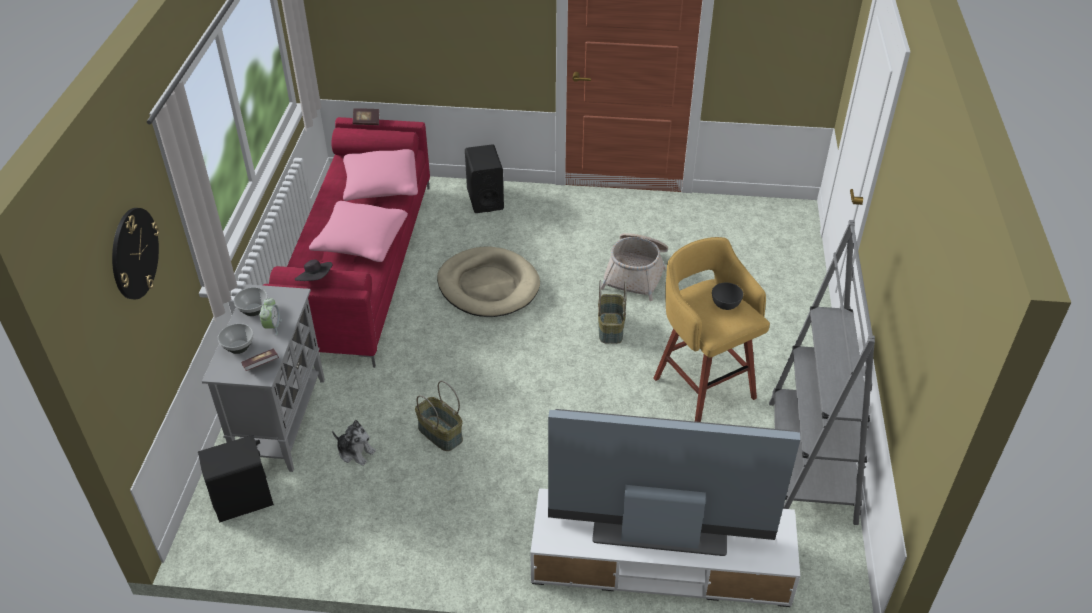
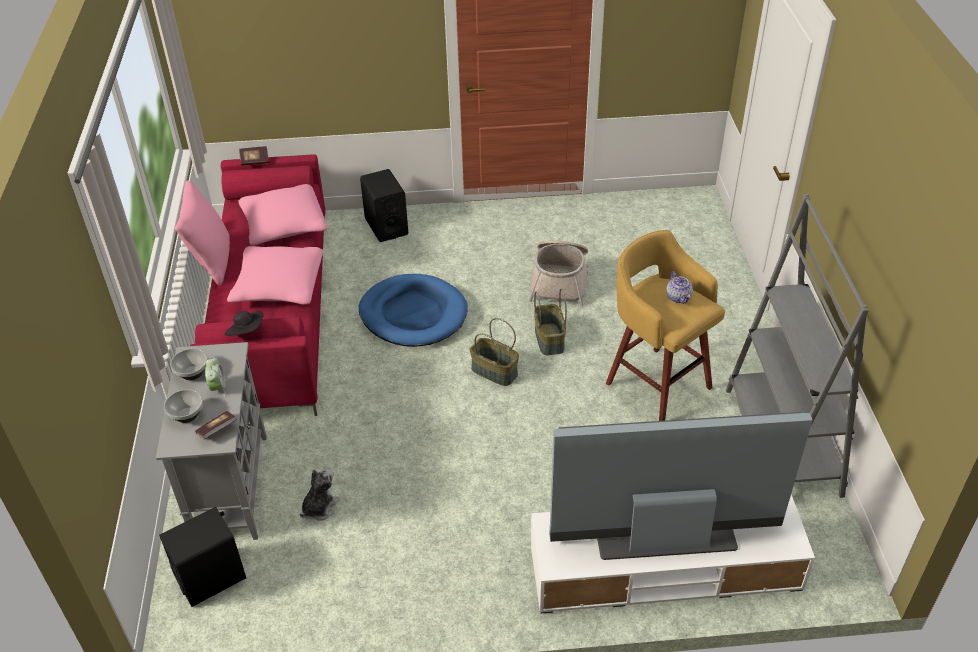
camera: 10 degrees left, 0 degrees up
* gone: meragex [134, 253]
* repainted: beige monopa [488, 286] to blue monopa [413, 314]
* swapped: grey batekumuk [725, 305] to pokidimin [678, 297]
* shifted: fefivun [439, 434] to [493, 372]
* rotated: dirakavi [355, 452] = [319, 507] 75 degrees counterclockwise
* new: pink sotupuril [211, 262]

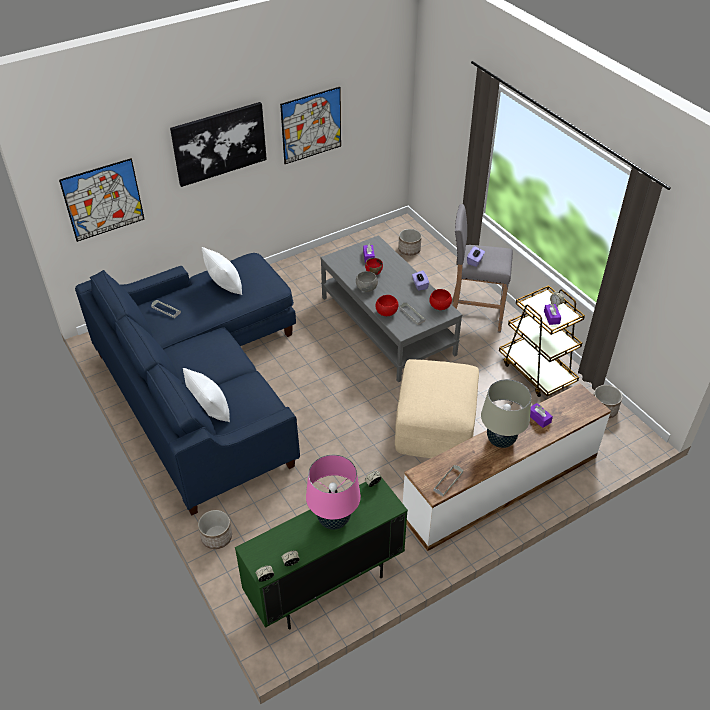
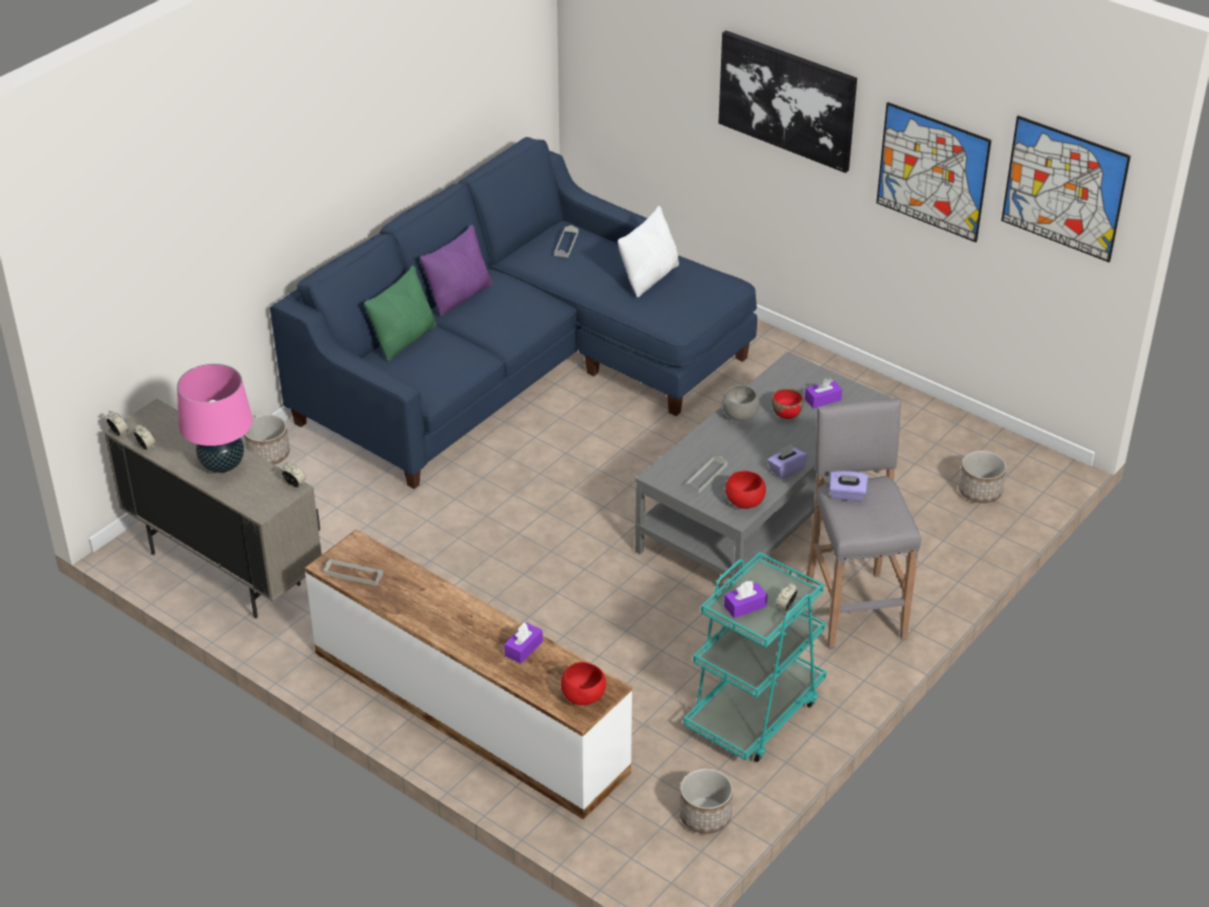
camera: 70 degrees right, 5 degrees down
* shifted: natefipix [103, 200] to [1064, 188]
* repainted: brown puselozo [536, 371] to turquoise puselozo [754, 712]
* shifted: red batekumuk [386, 312] to [583, 696]
* gone: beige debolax [435, 423]
* repainted: white sotupuril [210, 409] to green sotupuril [404, 339]
* gone: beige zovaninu [500, 440]
* repainted: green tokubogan [325, 586] to beige tokubogan [224, 569]
* new: purple sotupuril [459, 296]

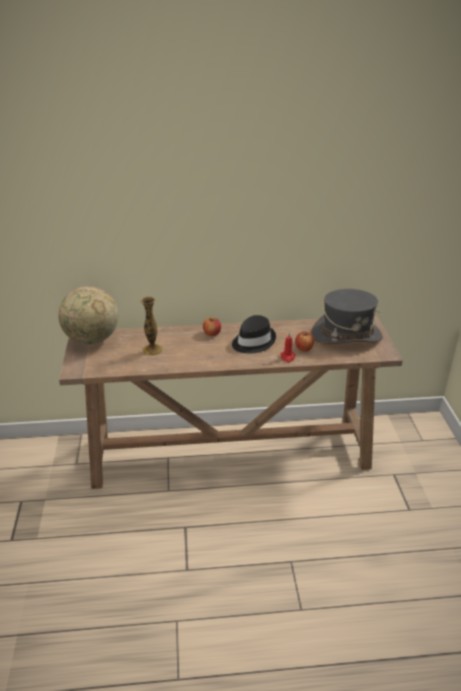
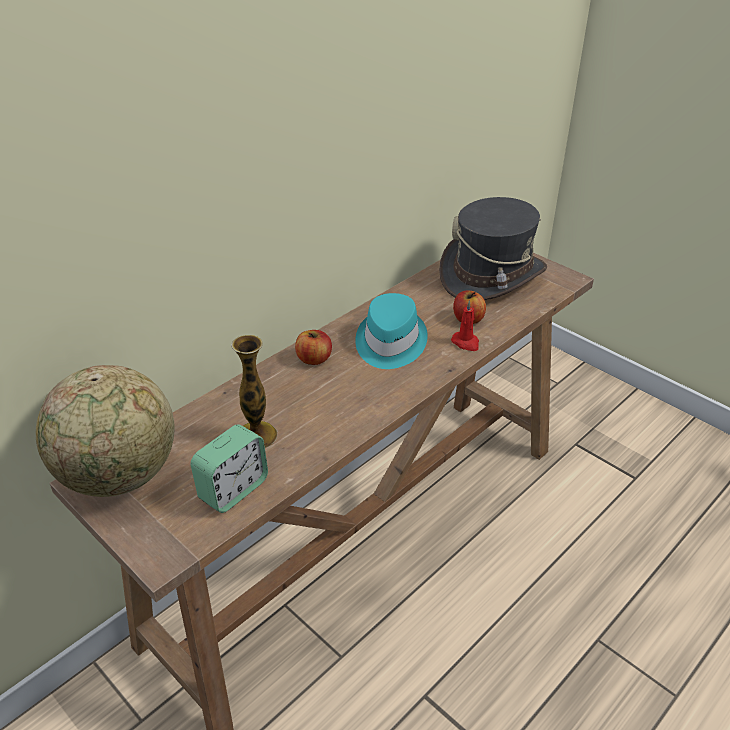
camera: 40 degrees left, 5 degrees up
* repainted: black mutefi [253, 341] to turquoise mutefi [389, 342]
* new: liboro [233, 490]

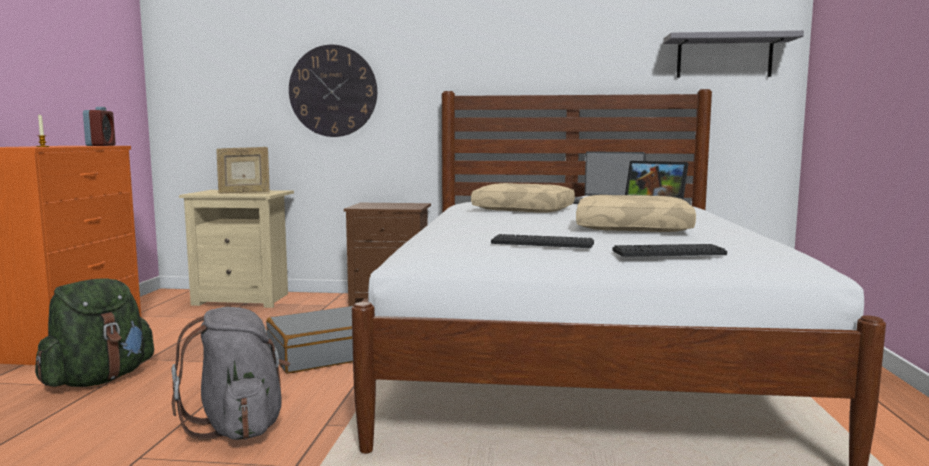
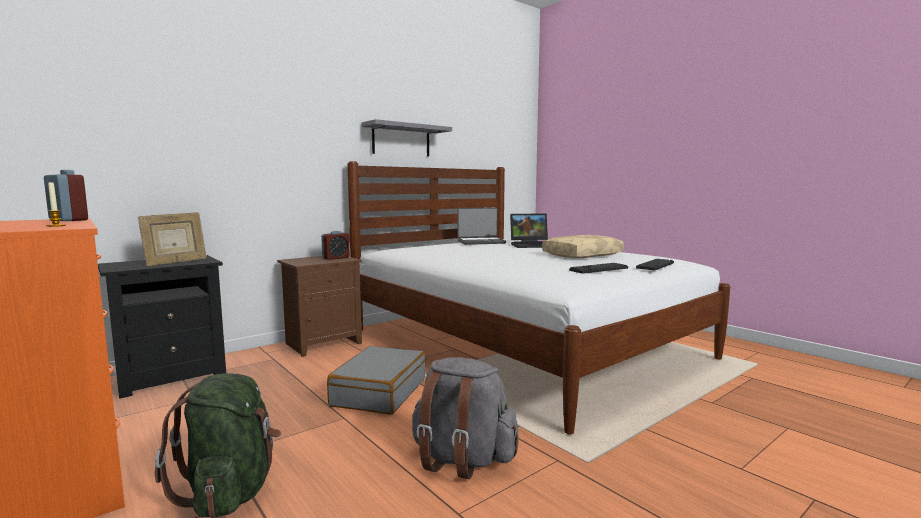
camera: 45 degrees left, 0 degrees up
* shifted: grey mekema [724, 57] to [401, 140]
* gone: meragex [333, 91]
* gone: beige sotupuril [524, 210]
* repainted: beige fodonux [245, 299] to black fodonux [171, 376]
* new: liboro [336, 258]

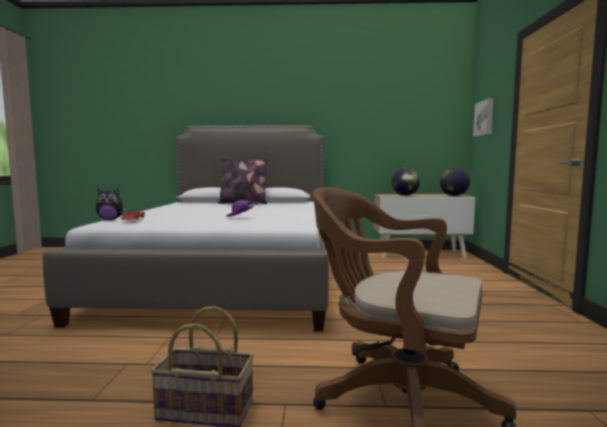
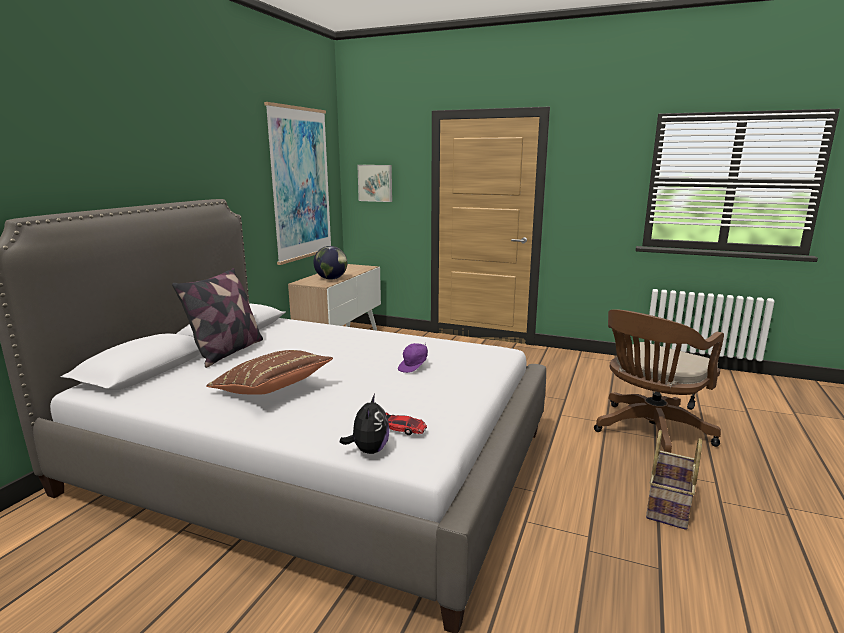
camera: 70 degrees left, 10 degrees up
* gone: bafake [453, 195]
* new: natefipix [300, 184]
* new: brown sotupuril [272, 389]

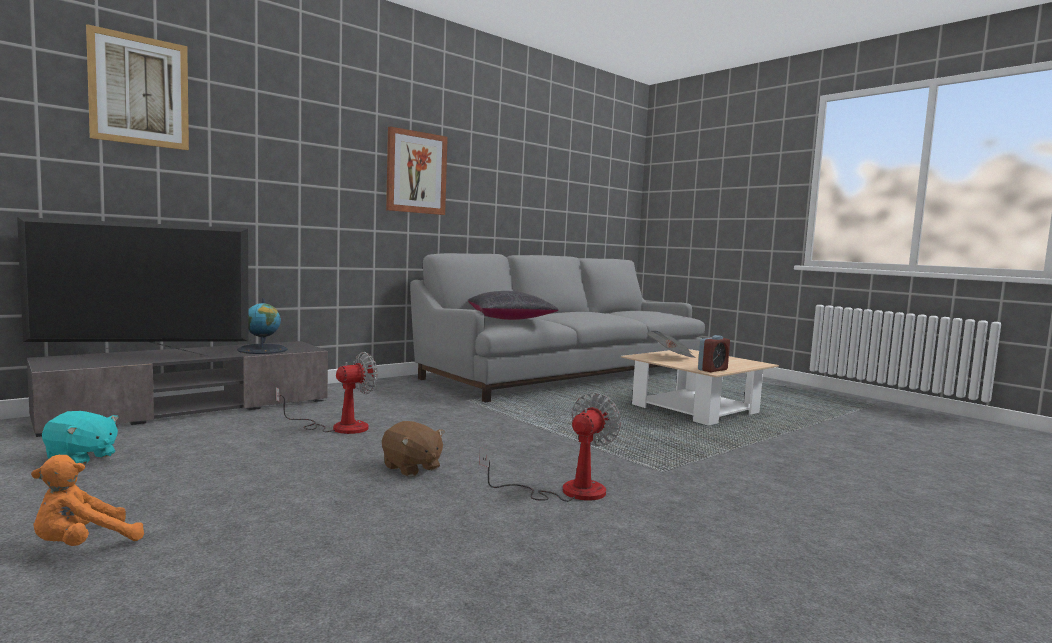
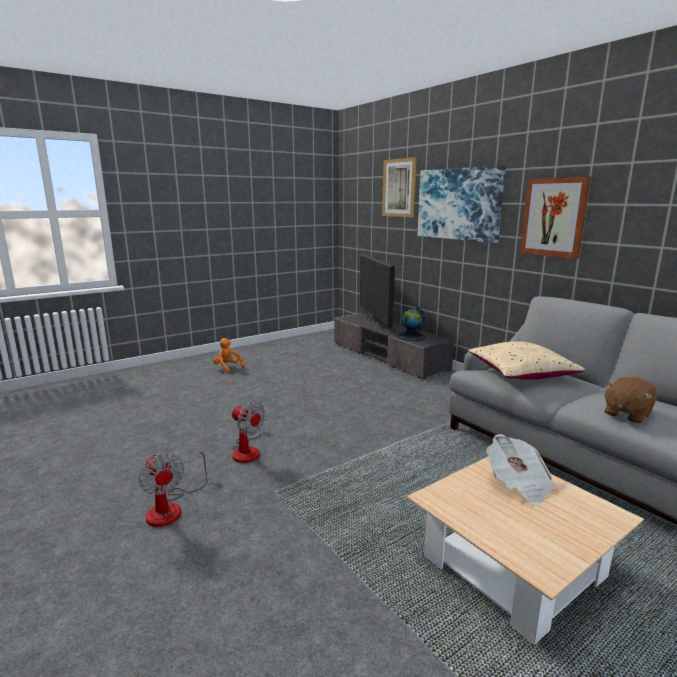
camera: 95 degrees right, 10 degrees up
* repainted: black sotupuril [510, 319] to beige sotupuril [521, 373]
* gone: liboro [712, 370]
* shifted: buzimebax [338, 427] to [172, 507]
* gone: turquoise dirakavi [81, 458]
* shifted: brown dirakavi [411, 468] to [626, 414]
* new: natefipix [458, 204]

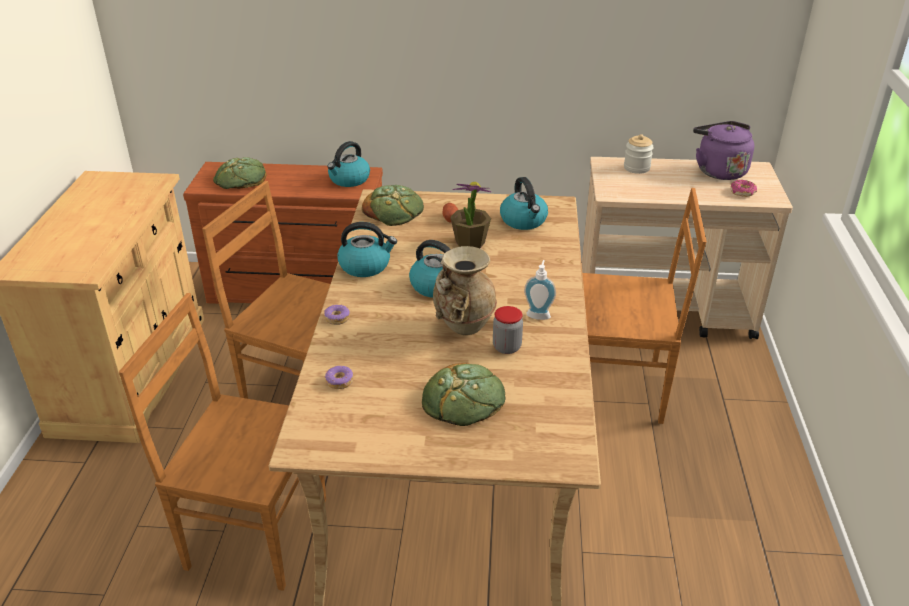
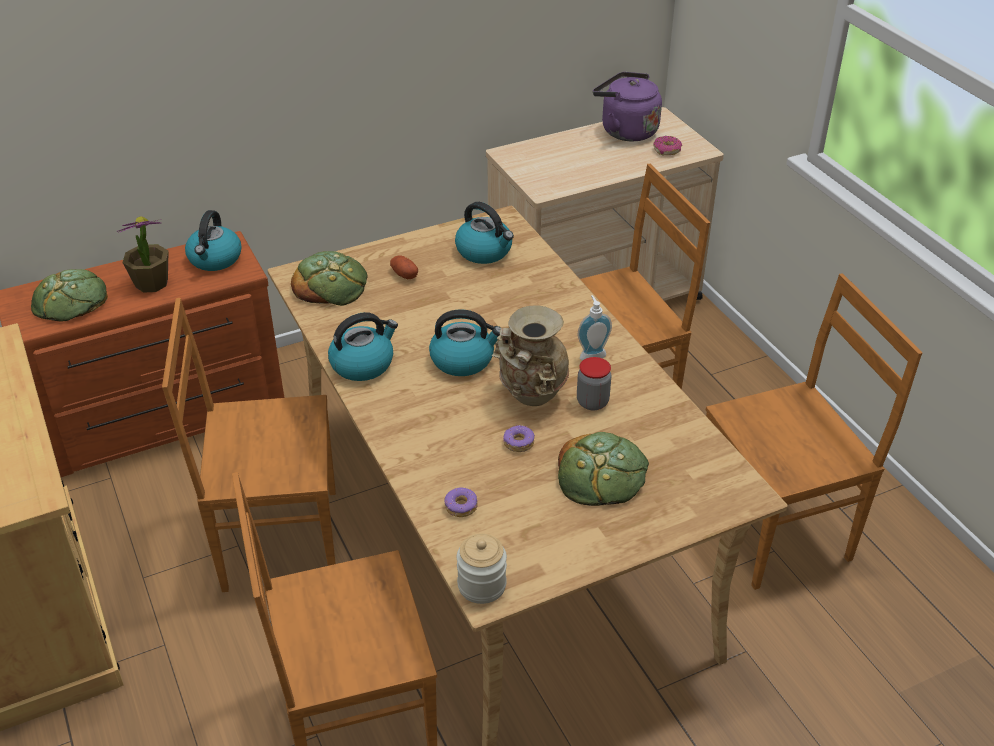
camera: 30 degrees left, 5 degrees up
* shifted: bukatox [636, 168] to [482, 585]
* shifted: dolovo [470, 242] to [151, 283]
* shifted: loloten [337, 318] to [518, 443]
* new: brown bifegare [776, 529]

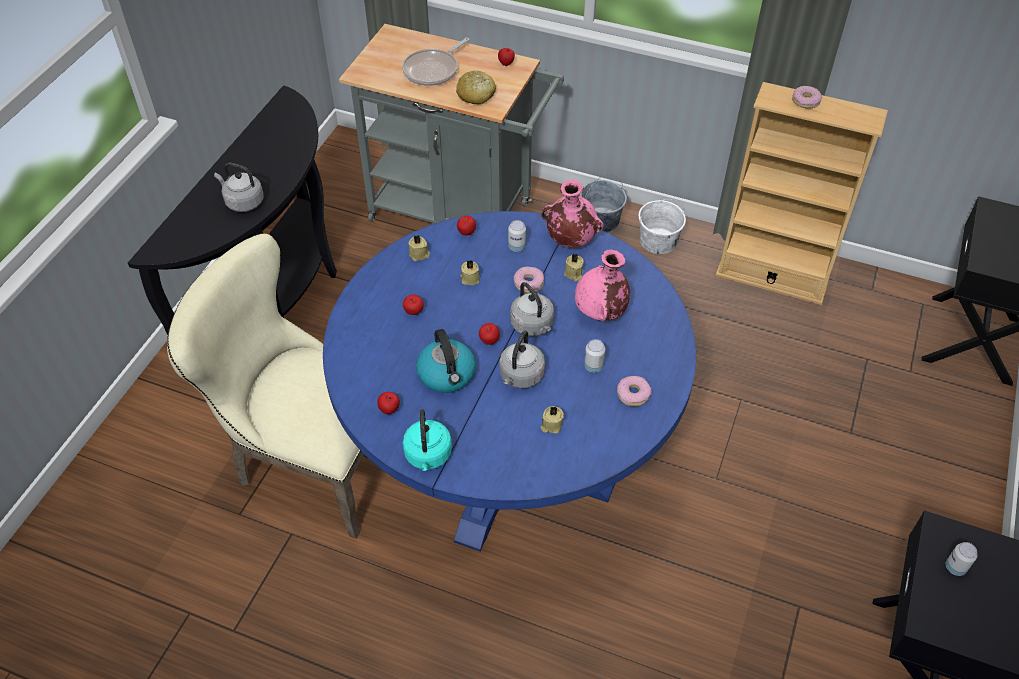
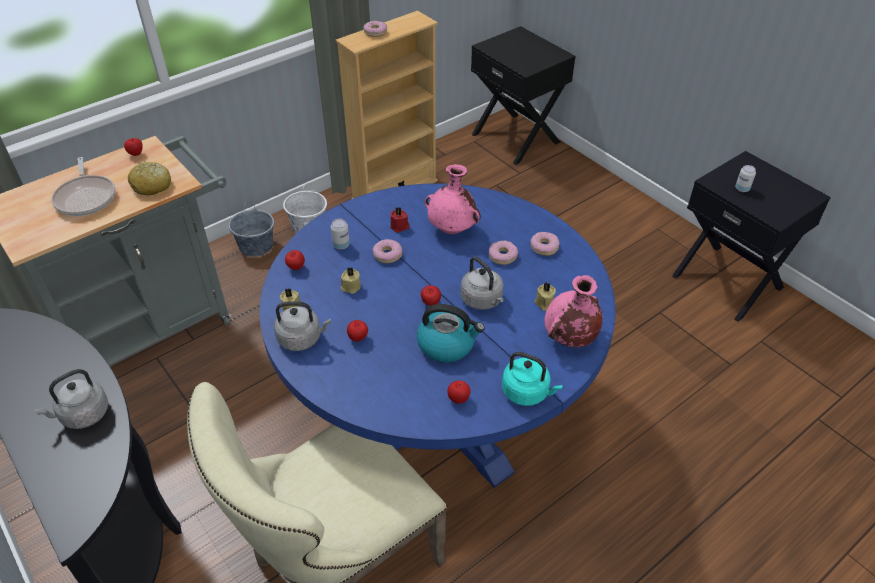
camera: 60 degrees left, 5 degrees down
* shifted: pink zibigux [570, 239] to [569, 338]
* repainted: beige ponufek [573, 274] to red ponufek [400, 227]
* shifted: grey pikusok [533, 326] to [302, 338]
* swapped: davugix [593, 366] to loloten [502, 256]

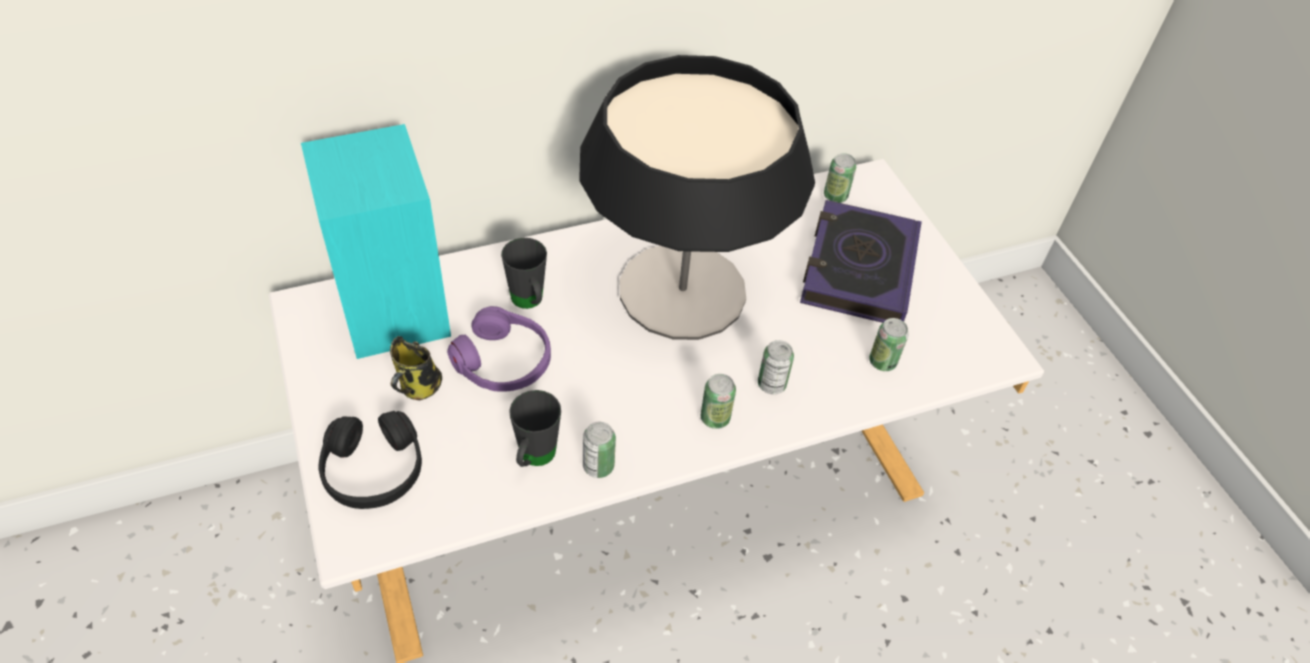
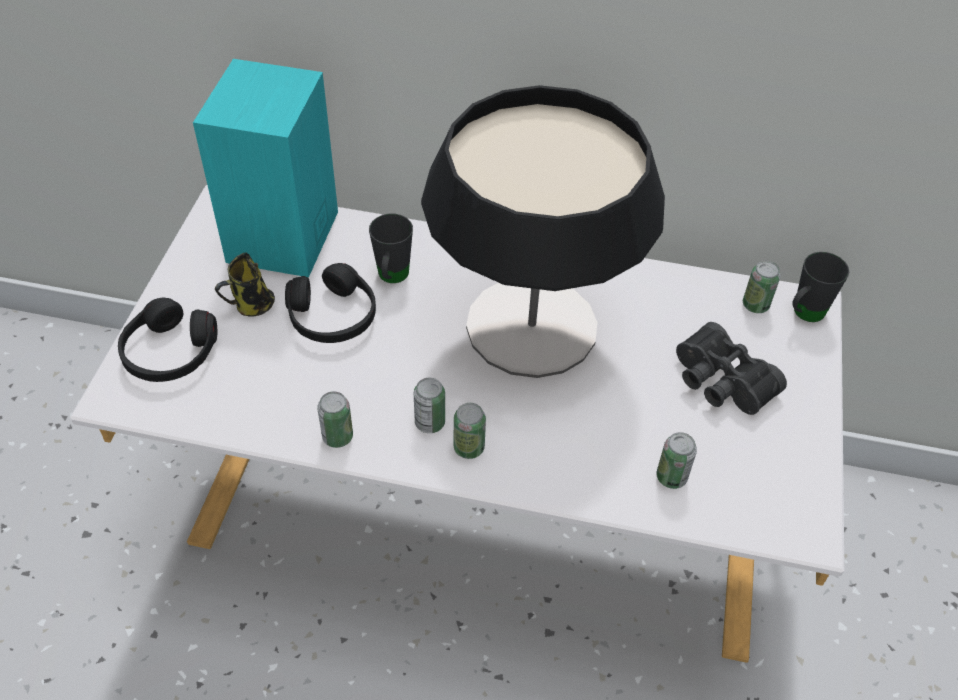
camera: 35 degrees right, 0 degrees up
* swapped: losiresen [858, 270] to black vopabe [720, 382]
* repainted: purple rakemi [503, 361] to black rakemi [332, 316]
* shifted: davugix [771, 384] to [430, 423]
* shifted: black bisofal [534, 459] to [803, 315]

